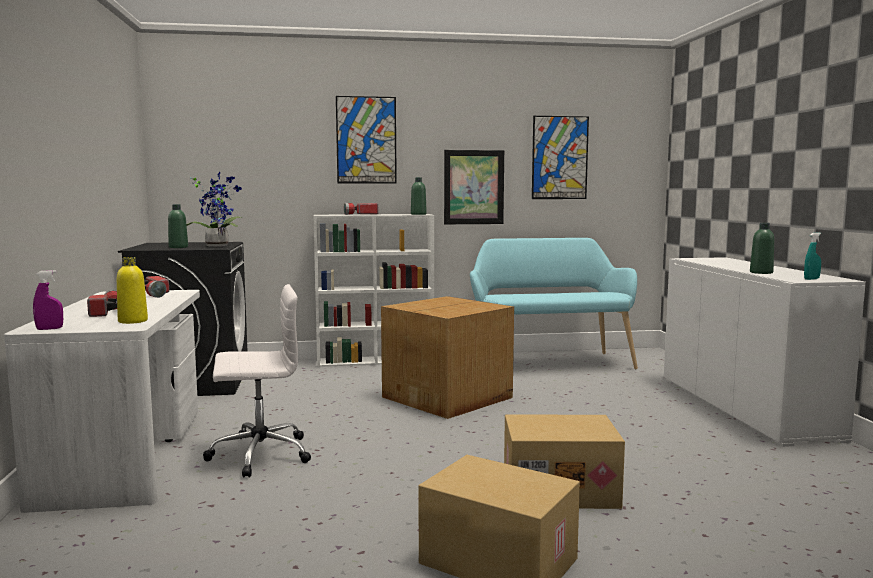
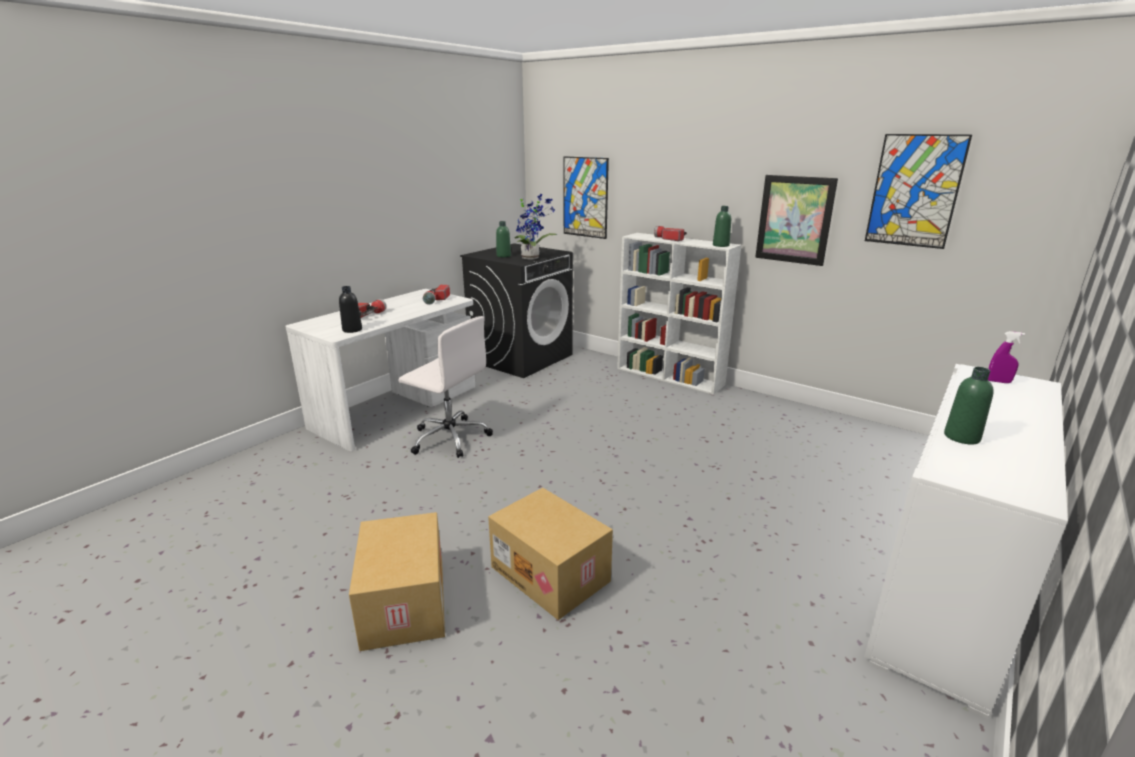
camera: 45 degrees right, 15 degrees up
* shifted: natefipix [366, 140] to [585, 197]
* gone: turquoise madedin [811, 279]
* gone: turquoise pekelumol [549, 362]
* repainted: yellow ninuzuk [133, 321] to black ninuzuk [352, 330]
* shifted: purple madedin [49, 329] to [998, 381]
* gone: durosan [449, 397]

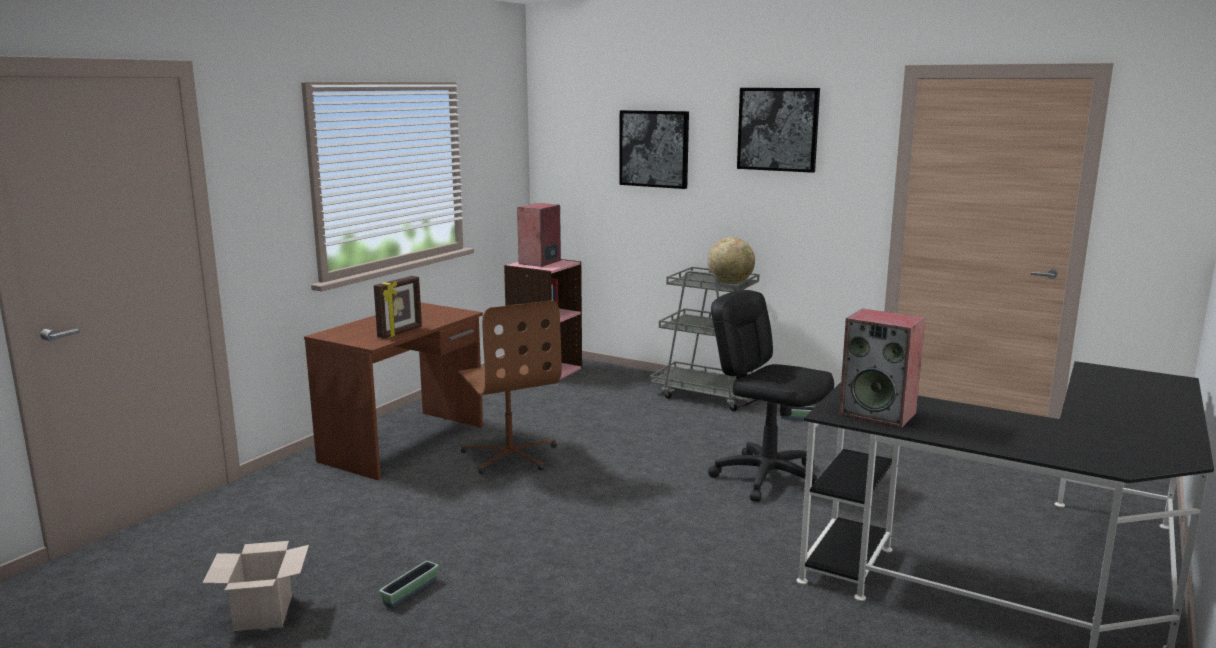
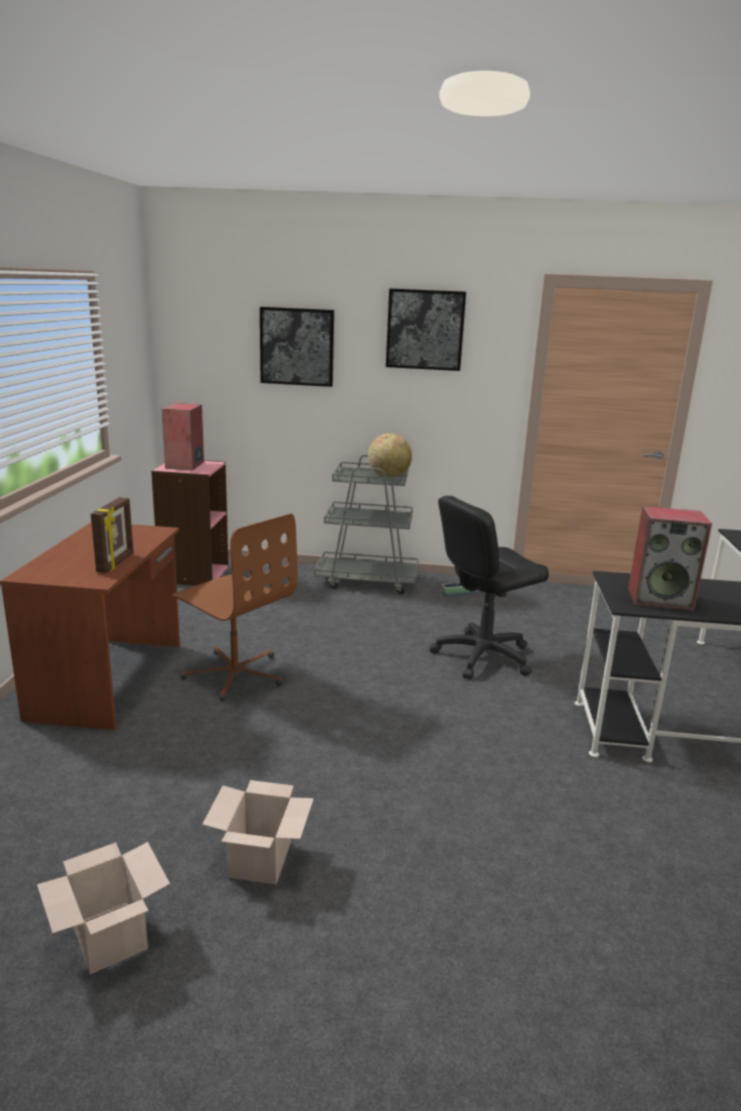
camera: 25 degrees left, 5 degrees up
* rotated: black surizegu [767, 477] = [482, 656] 45 degrees counterclockwise
* swapped: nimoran [410, 592] to durosan [260, 860]

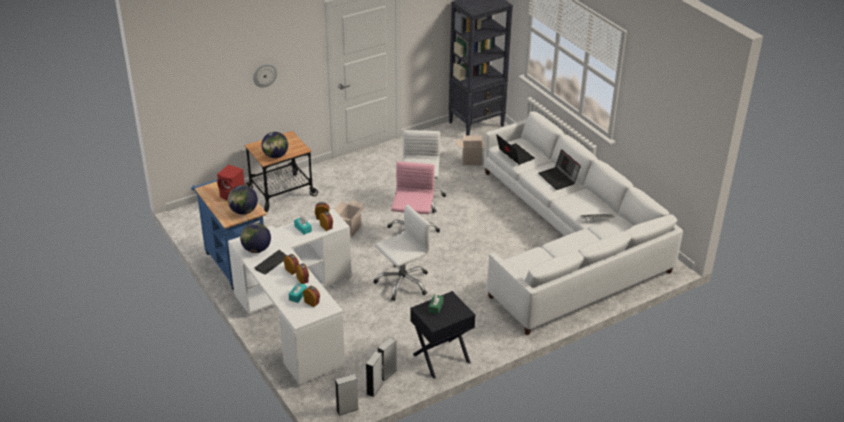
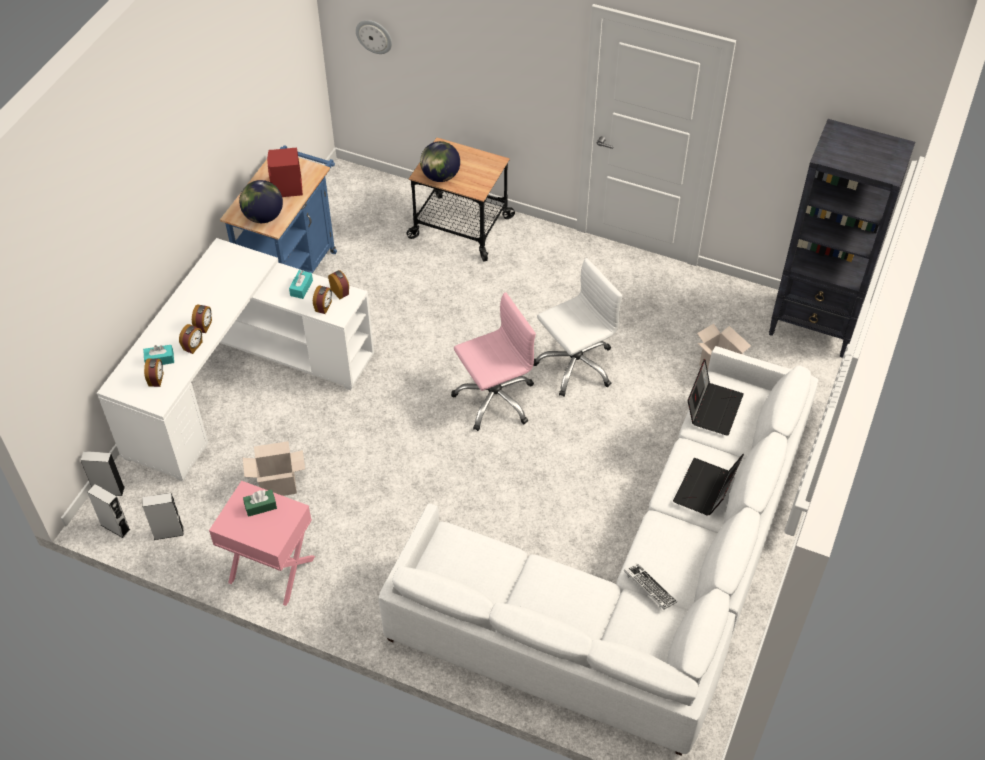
camera: 55 degrees right, 15 degrees up
* shifted: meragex [264, 75] to [374, 36]
* shifted: durosan [350, 229] to [279, 485]
* gone: white surizegu [402, 283]
* gone: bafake [256, 249]
* gone: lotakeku [271, 263]
* repainted: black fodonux [441, 359] to pink fodonux [271, 570]
* shifted: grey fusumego [387, 374] to [109, 490]

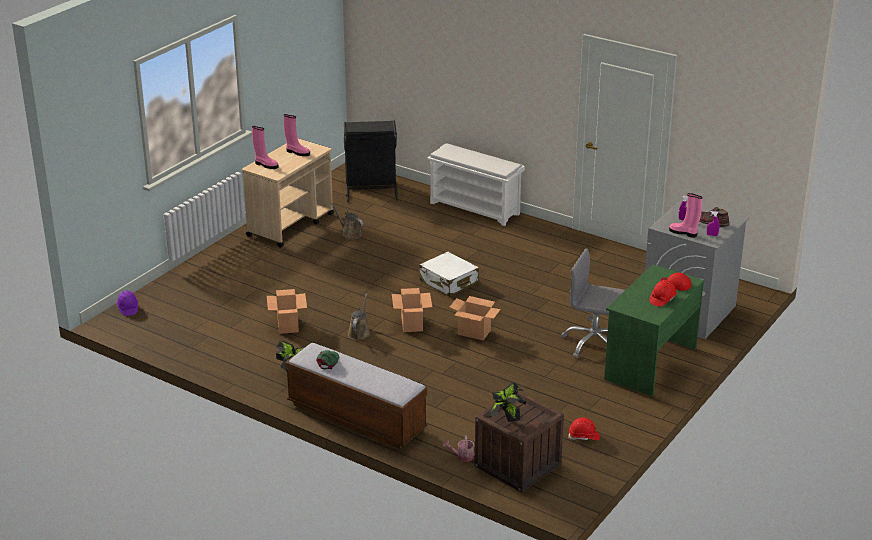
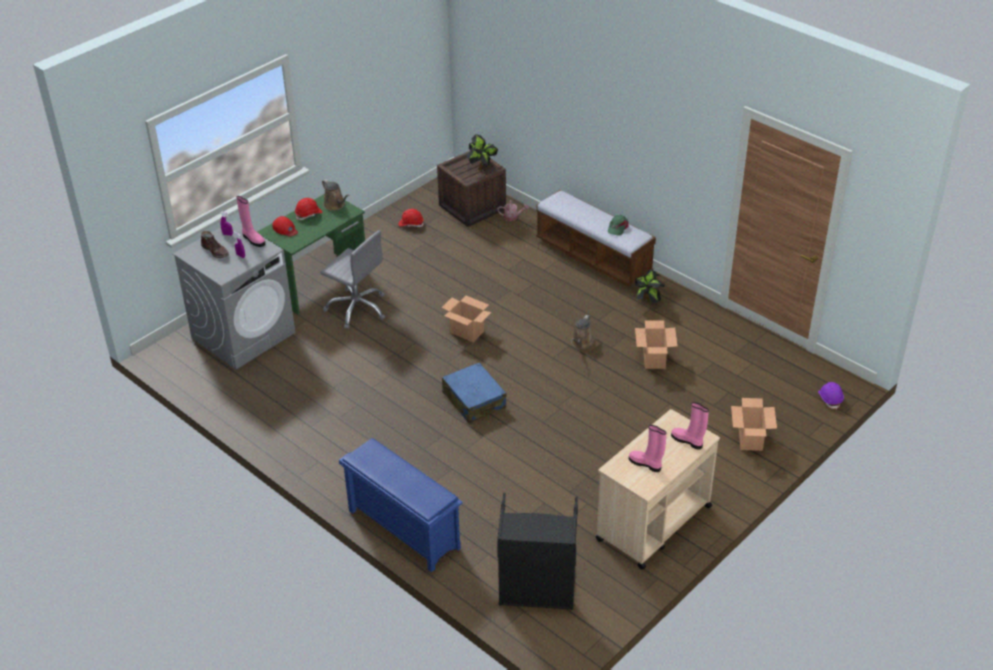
camera: 170 degrees left, 10 degrees up
* repainted: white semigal [475, 208] to blue semigal [402, 529]
* shifted: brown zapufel [350, 234] to [335, 205]
* repainted: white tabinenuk [449, 282] to blue tabinenuk [474, 400]
* shifted: durosan [411, 324] to [750, 440]

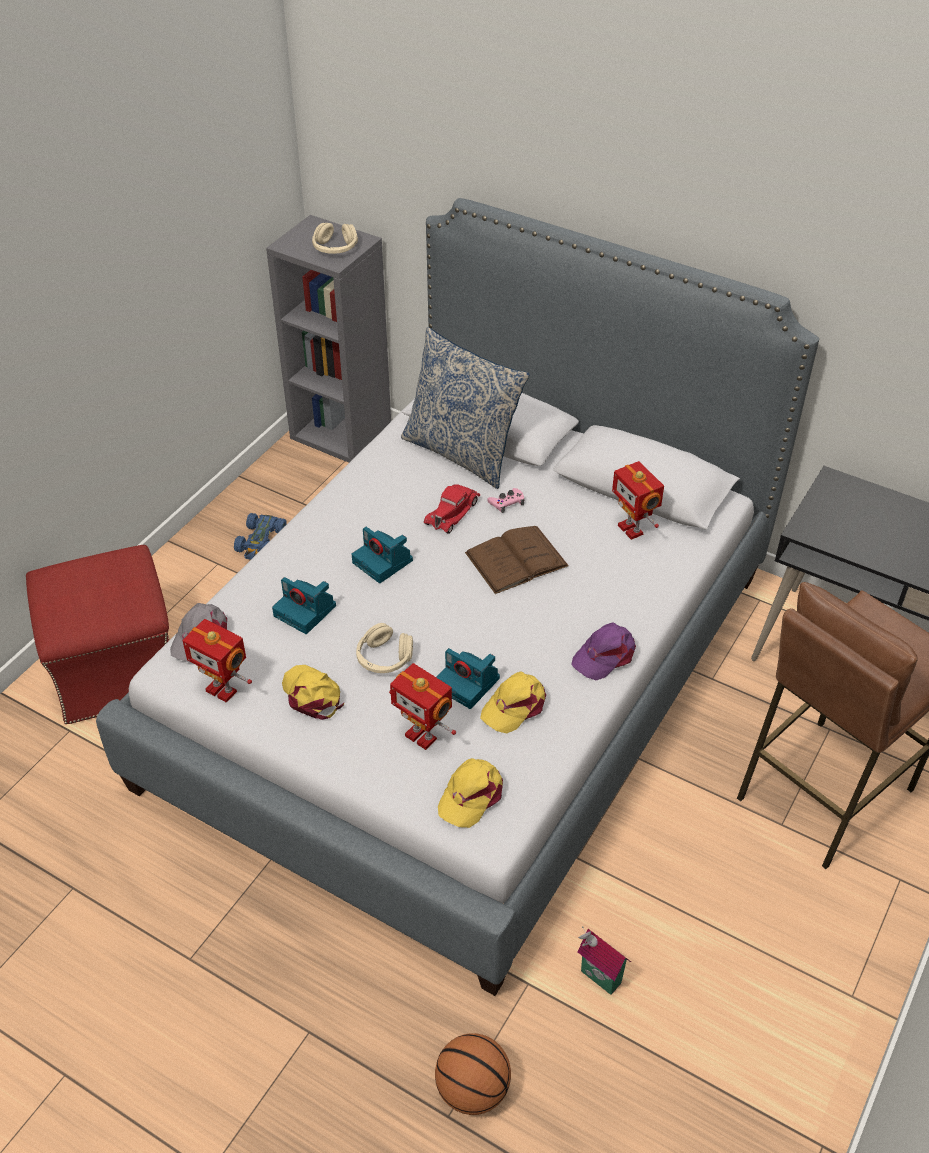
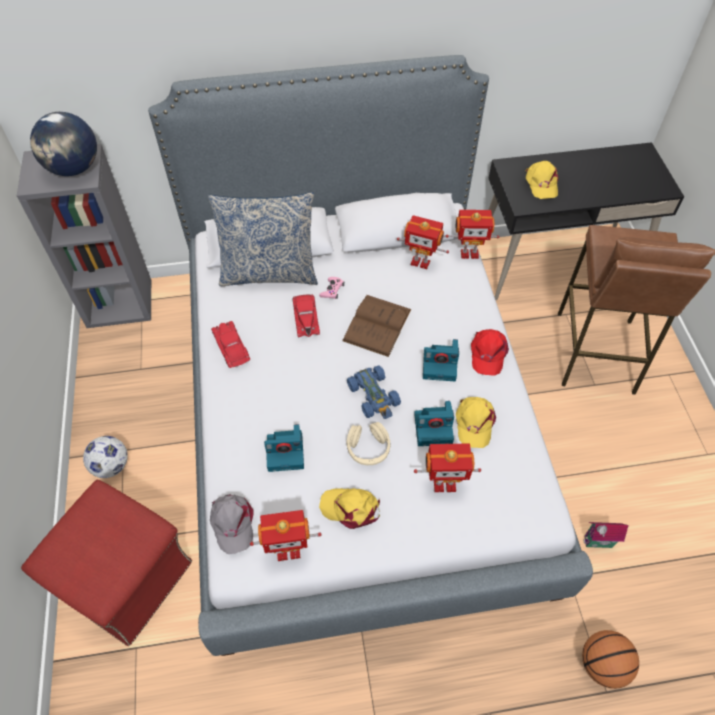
camera: 40 degrees left, 10 degrees up
* swapped: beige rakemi [335, 248] to bafake [74, 169]
* shifted: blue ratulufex [261, 541] to [374, 396]
* shifted: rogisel [384, 562] to [440, 365]
* repainted: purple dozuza [605, 655] to red dozuza [487, 353]
* shifted: yellow dozuza [471, 795] to [541, 183]
* new: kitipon [469, 253]
* new: red ratulufex [231, 347]
* new: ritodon [111, 465]

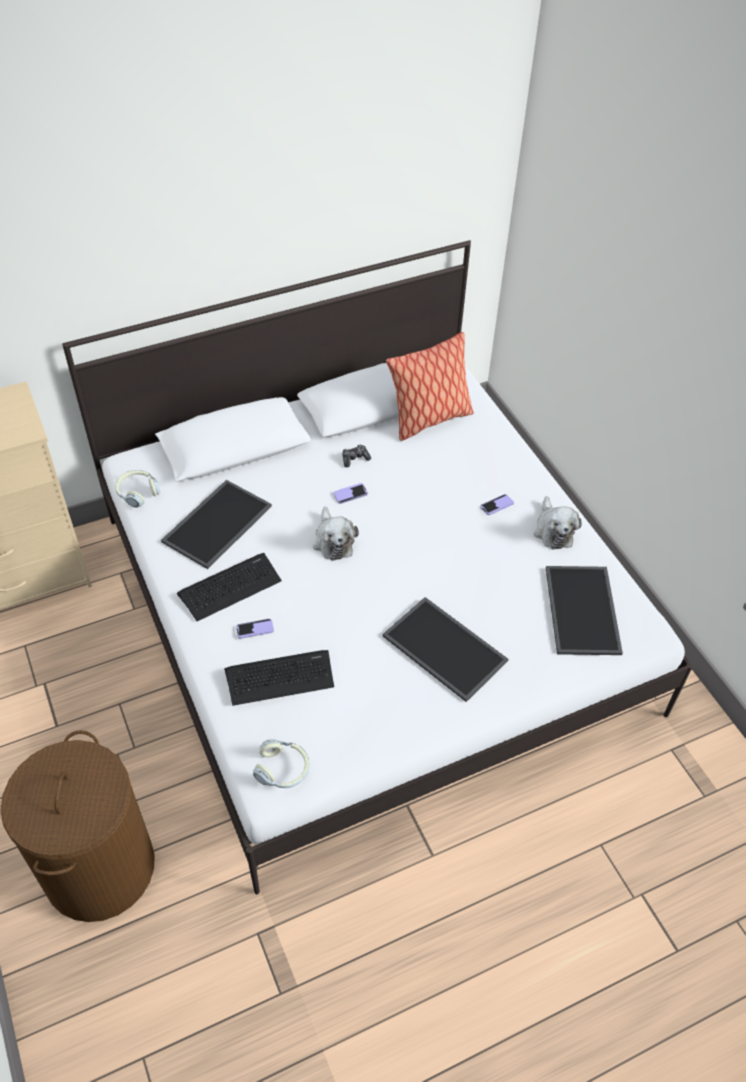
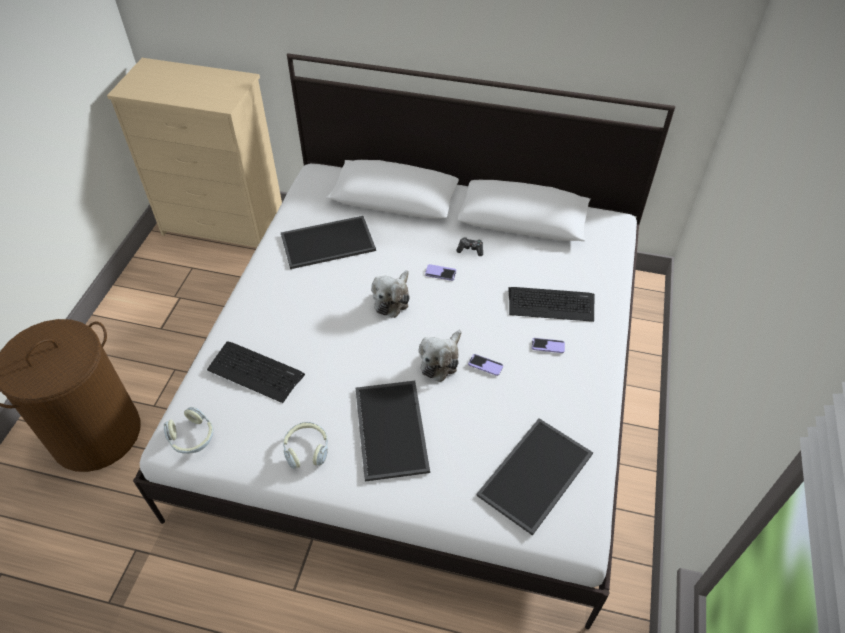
camera: 40 degrees right, 0 degrees up
* gone: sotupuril [429, 420]
* shifted: rakemi [137, 492] to [306, 449]
* shifted: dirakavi [553, 530] to [441, 360]
* shifted: lotakeku [230, 587] to [551, 304]
* shifted: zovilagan [254, 629] to [485, 365]

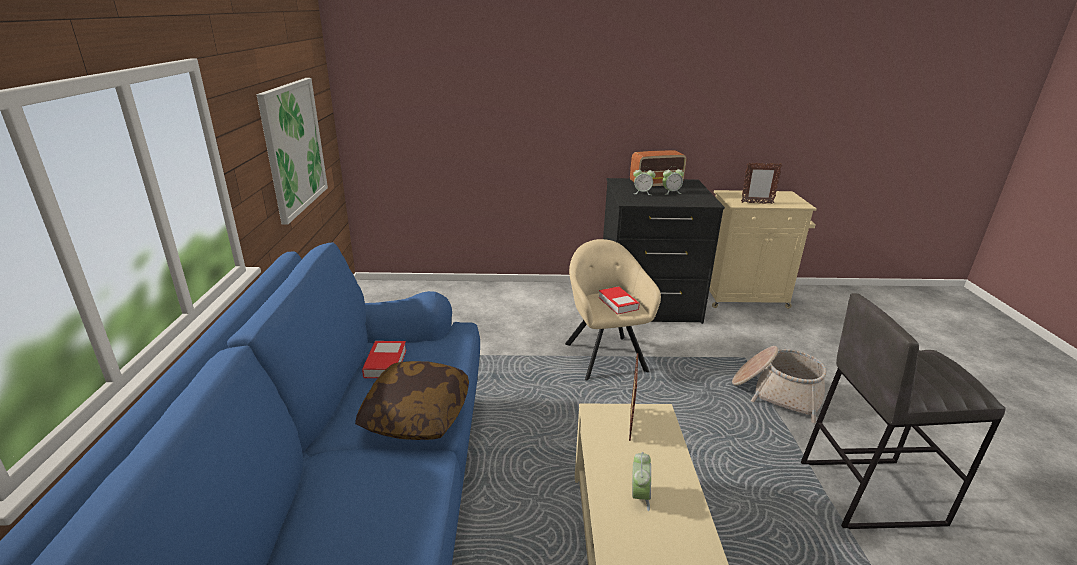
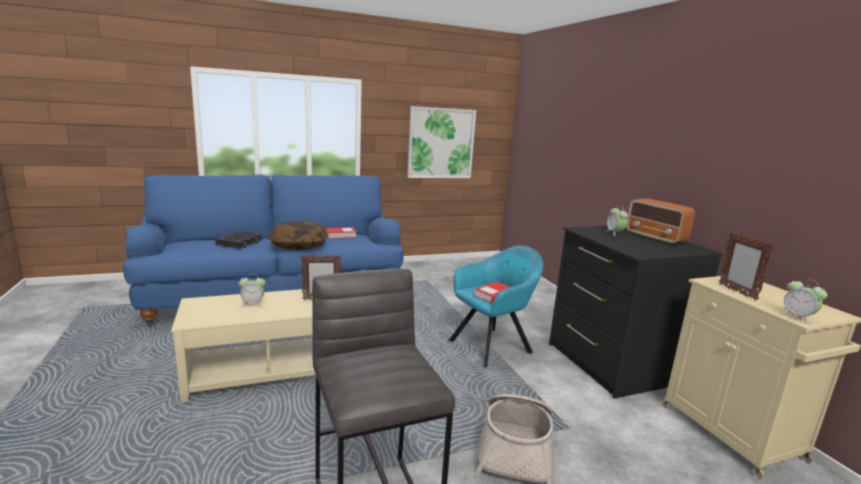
camera: 70 degrees right, 10 degrees down
* shifted: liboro [671, 192] to [798, 317]
* repainted: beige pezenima [604, 355] to turquoise pezenima [492, 346]
* new: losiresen [240, 242]

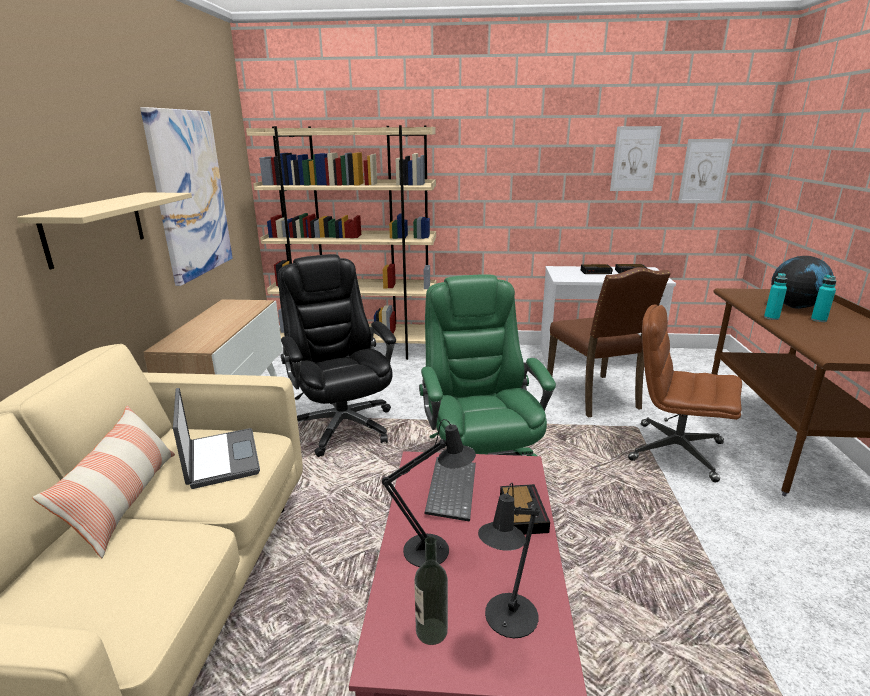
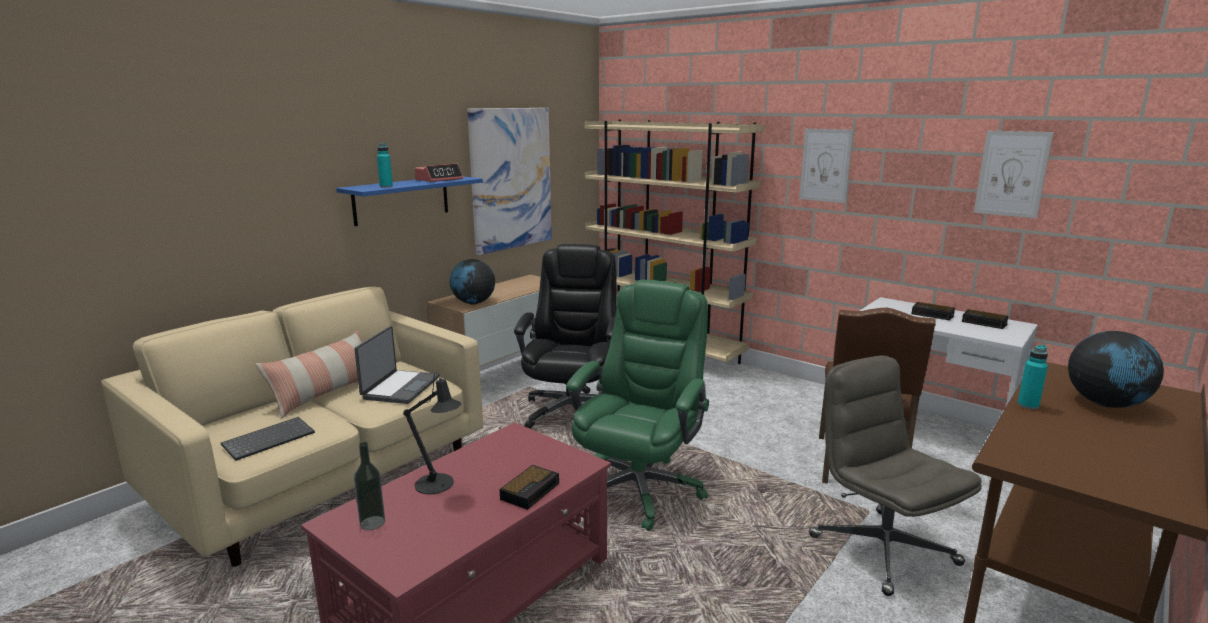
camera: 35 degrees right, 5 degrees down
* shifted: natefipix [704, 171] to [825, 165]
* repainted: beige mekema [95, 227] to blue mekema [401, 200]
* shifted: turquoise ninuzuk [818, 320] to [386, 186]
* repainted: brown surizegu [674, 451] to grey surizegu [881, 549]
* shifted: lotakeku [450, 488] to [269, 439]
* gone: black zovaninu [507, 621]
* new: liboro [439, 179]
* new: bafake [473, 303]

